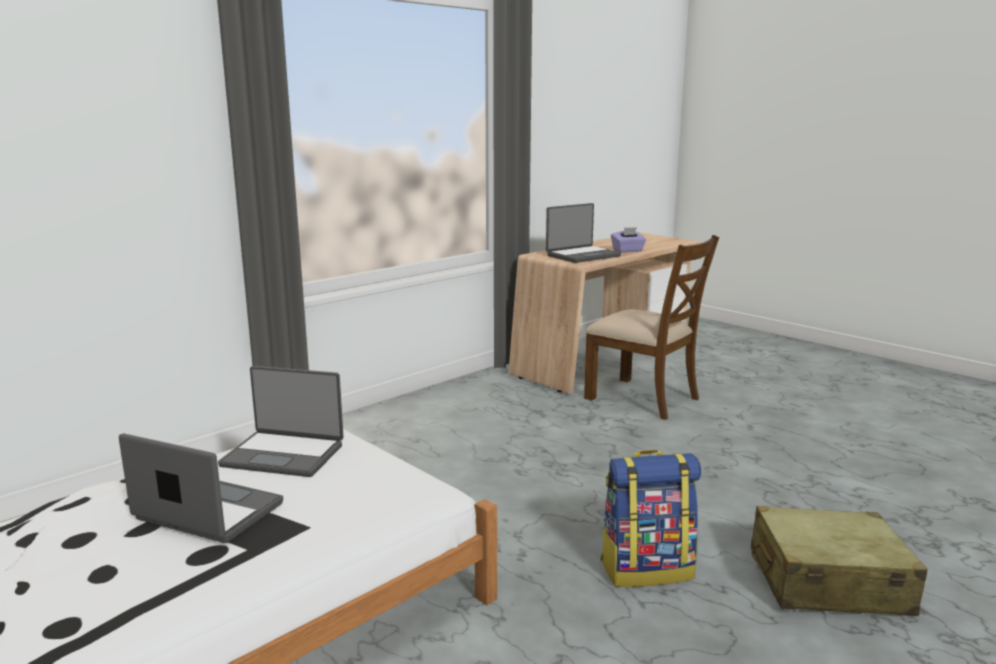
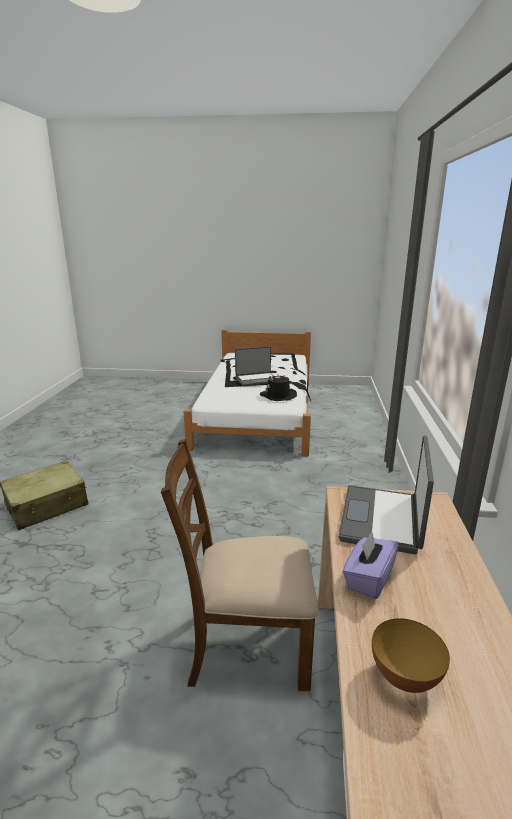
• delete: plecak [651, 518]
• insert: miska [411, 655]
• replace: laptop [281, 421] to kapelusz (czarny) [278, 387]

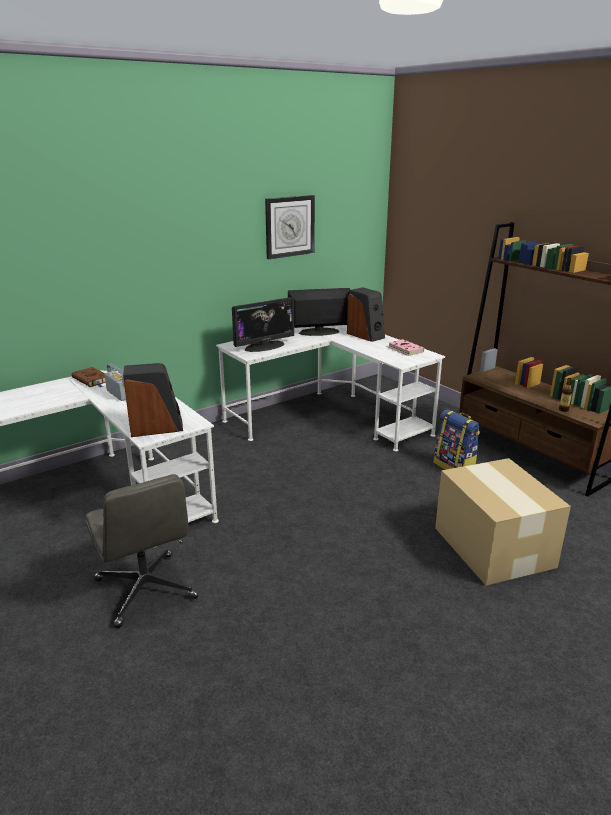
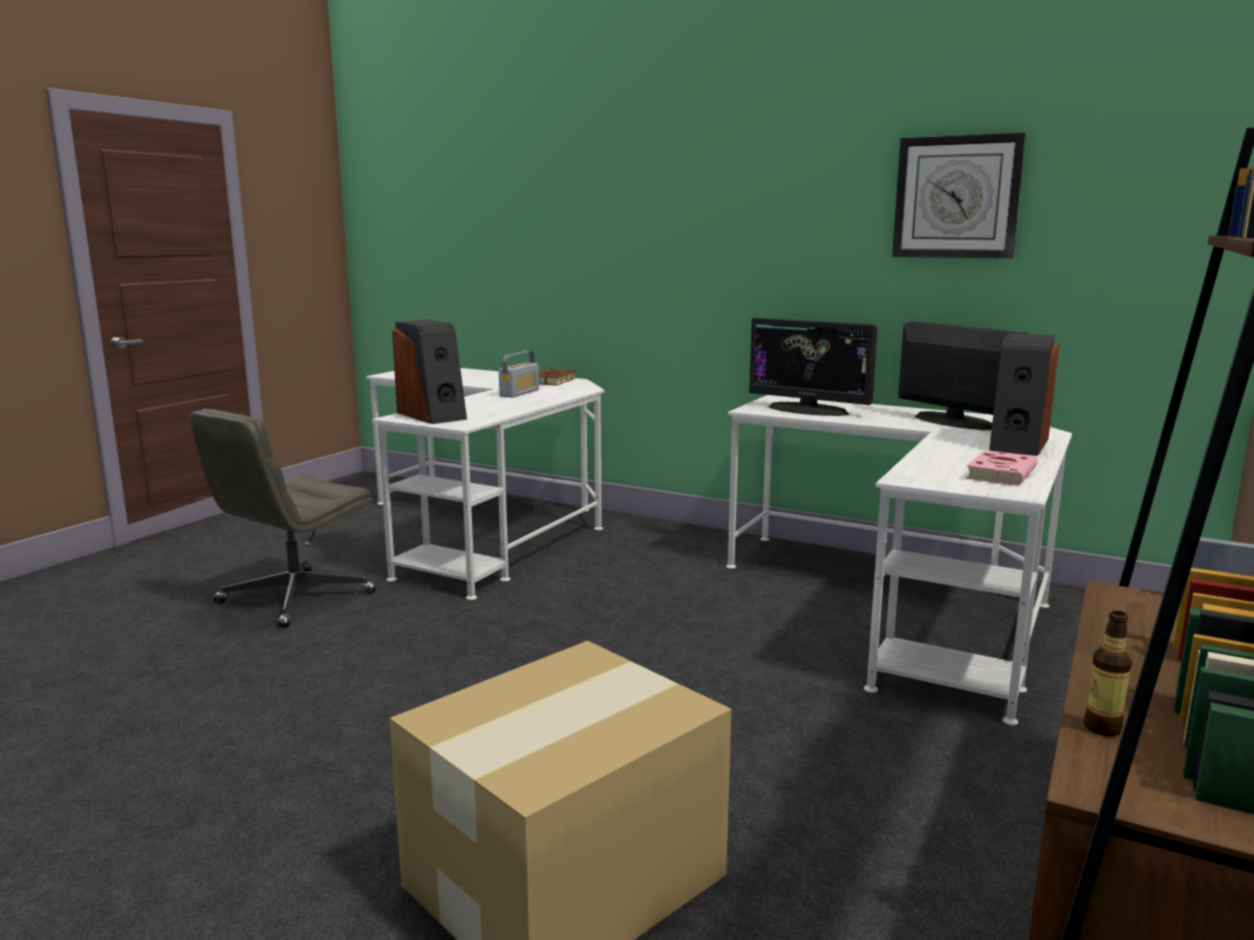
• delete: plecak [457, 440]

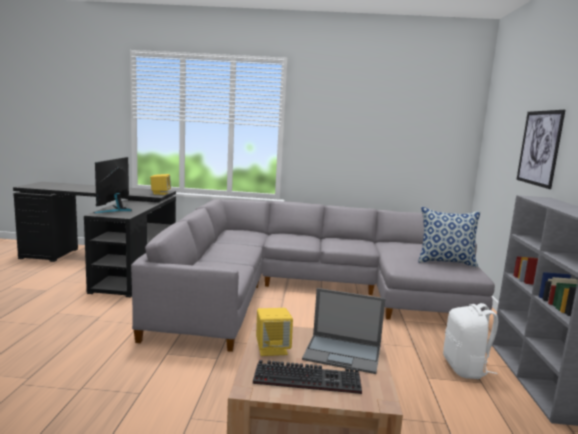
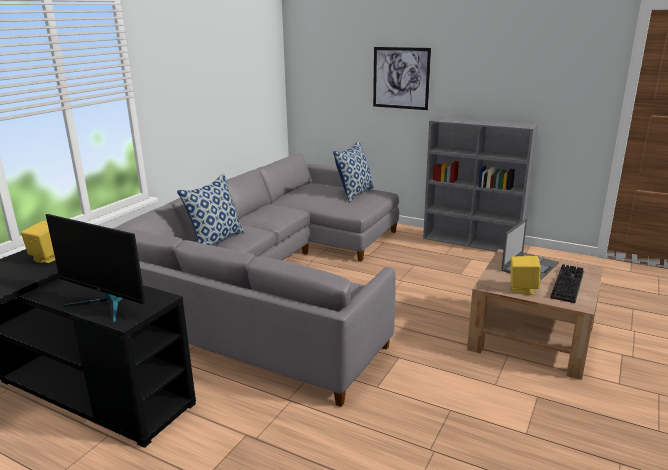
• delete: plecak (biały) [470, 341]
• insert: poduszka [211, 209]

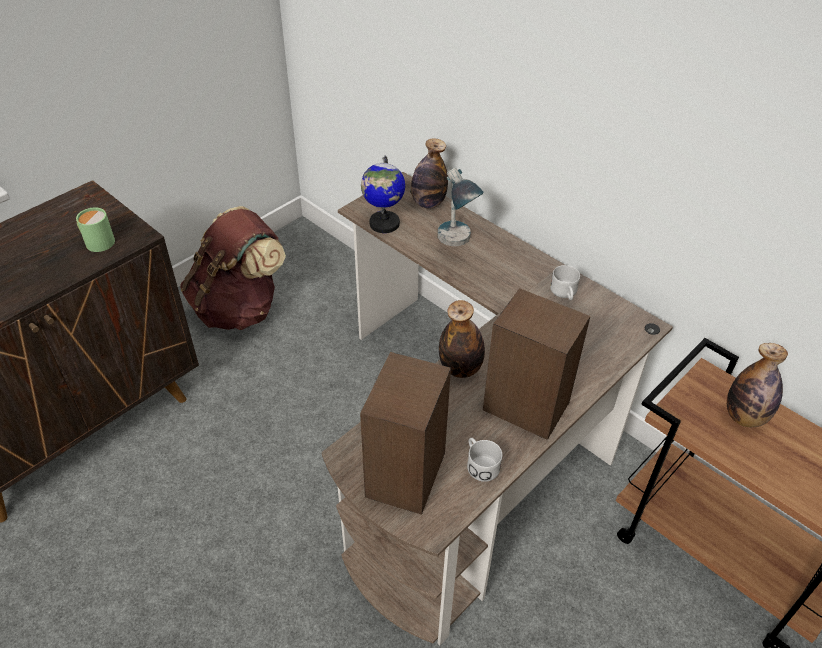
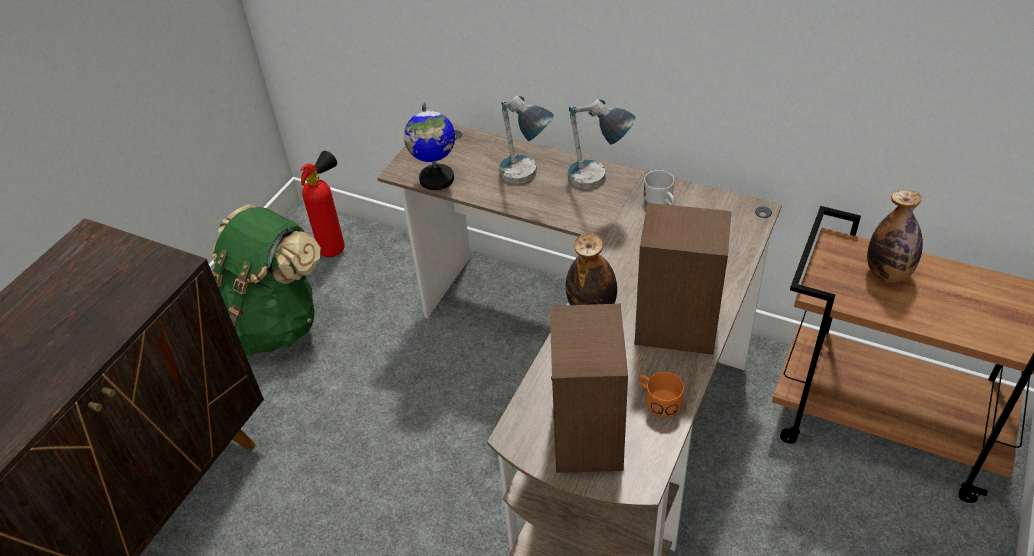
• delete: kubek (zielony) [95, 229]
• delete: butelka [429, 173]
• insert: gaśnica [322, 204]
• insert: lampa stołowa [602, 144]
• recolor: plecak (brązowy) [233, 268] to plecak (zielony) [266, 279]
• recolor: kubek (biały) [484, 460] to kubek (pomarańczowy) [661, 394]

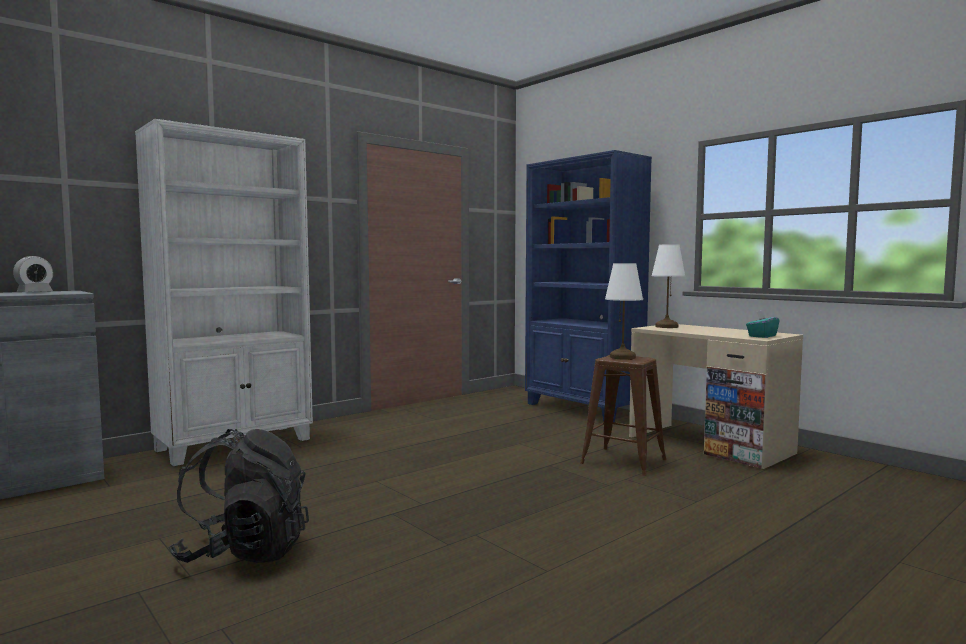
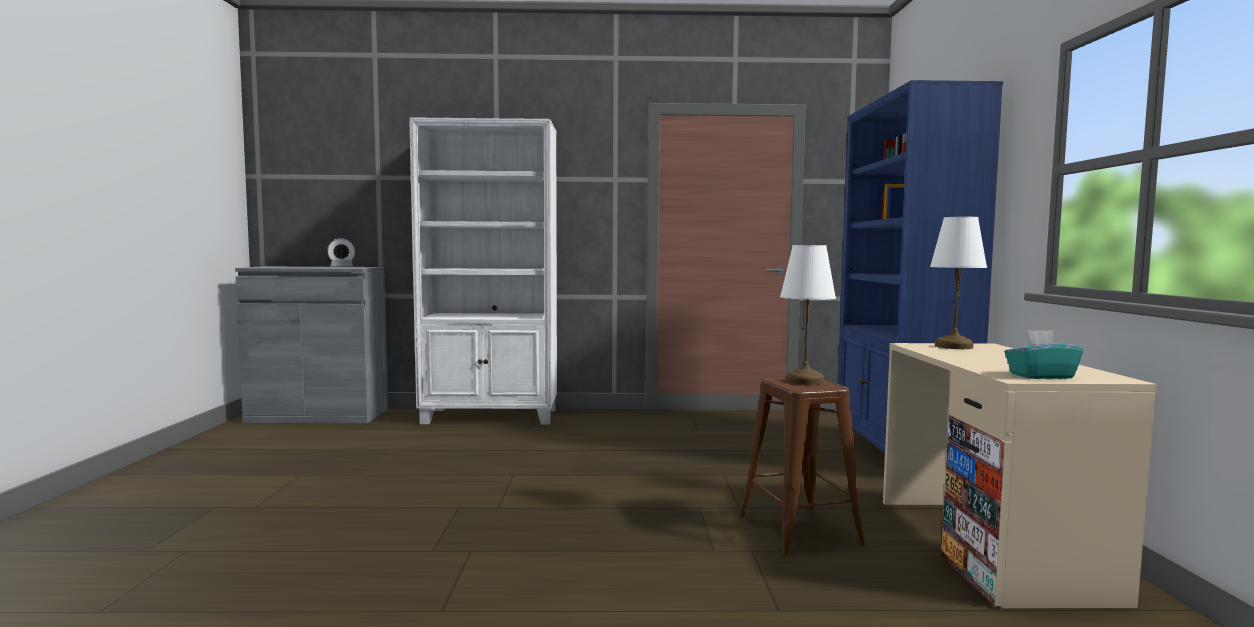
• delete: plecak (czarny) [238, 496]

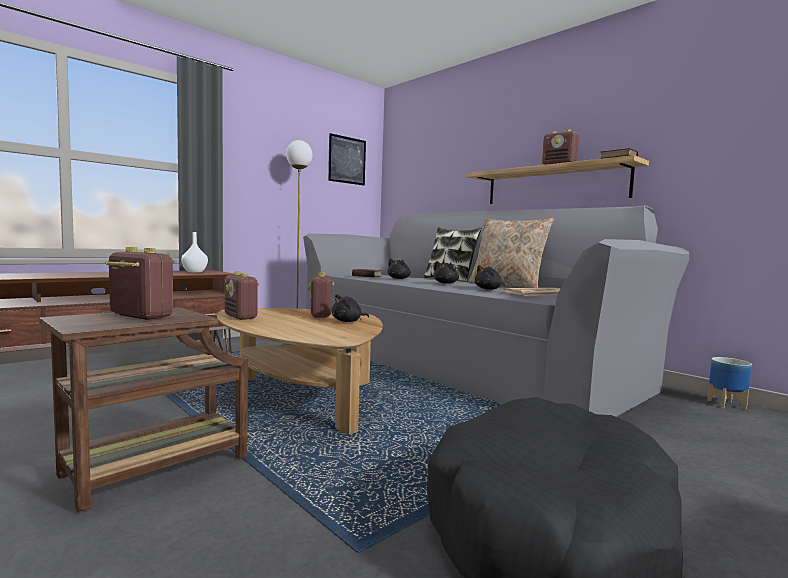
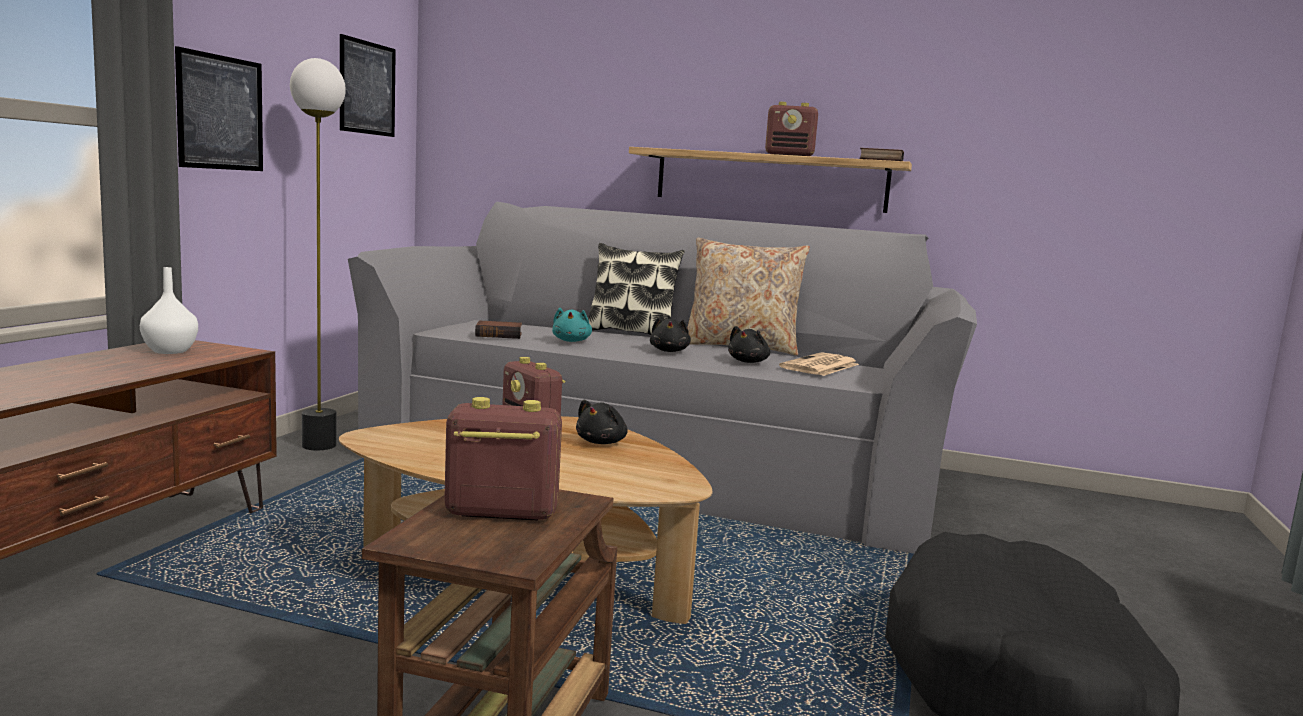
• delete: radio [242, 296]
• delete: donica [729, 383]
• insert: obraz [219, 108]
• recolor: pluszak (czarny) [399, 268] to pluszak (turkusowy) [572, 325]

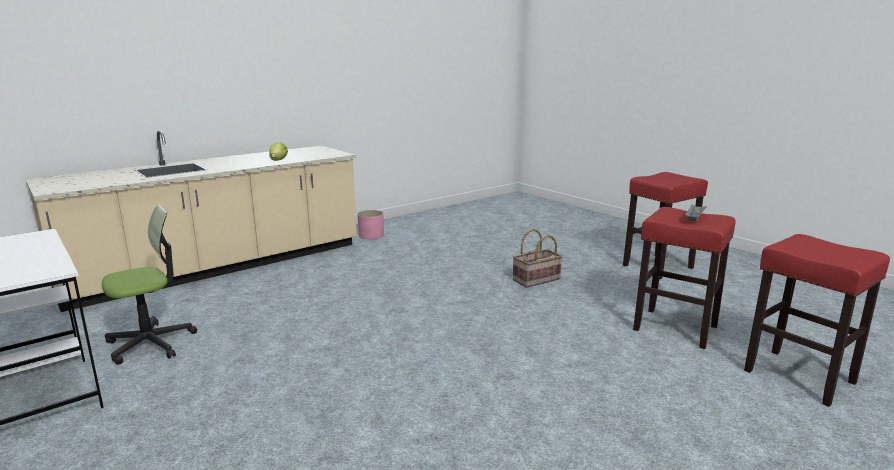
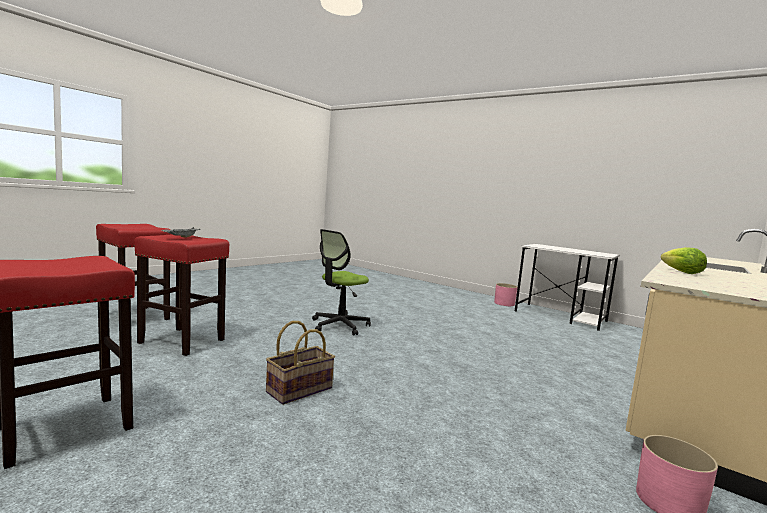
• insert: donica (różowy) [506, 294]
• move: krzesło biurowe [149, 285] to [341, 282]

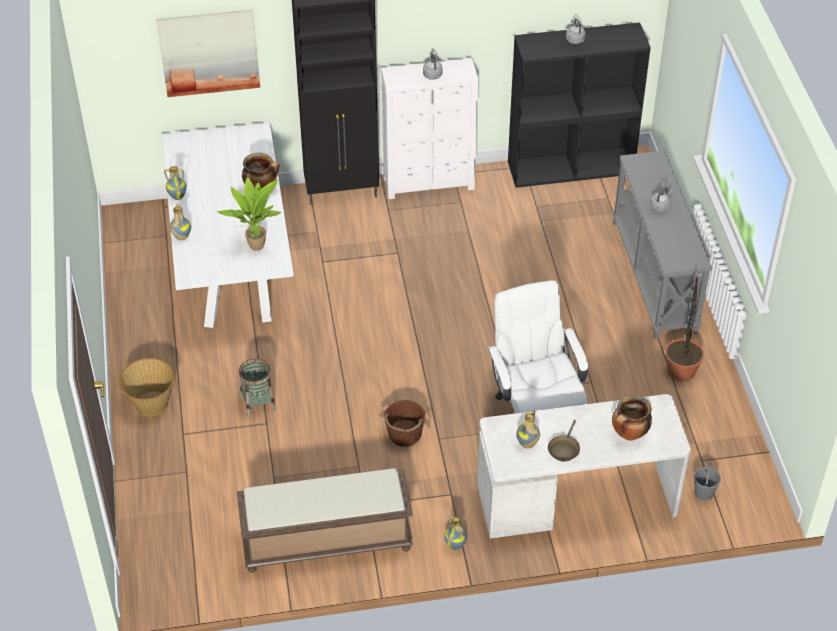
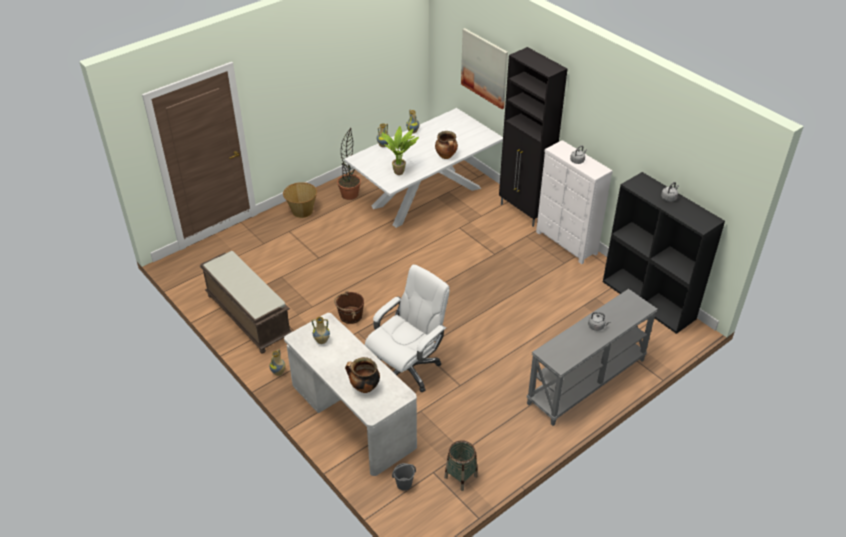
• delete: patelnia (brązowy) [564, 441]
• move: koszyk [257, 388] to [461, 465]
• move: roślina doniczkowa [684, 328] to [349, 164]

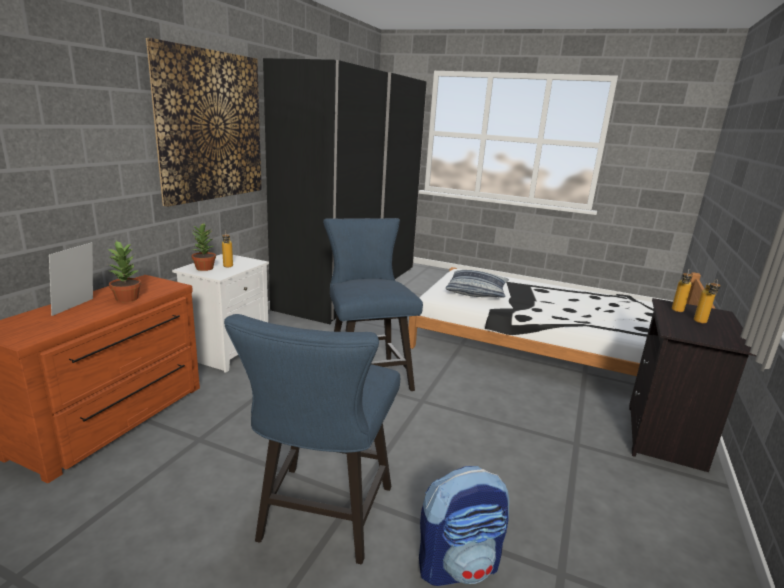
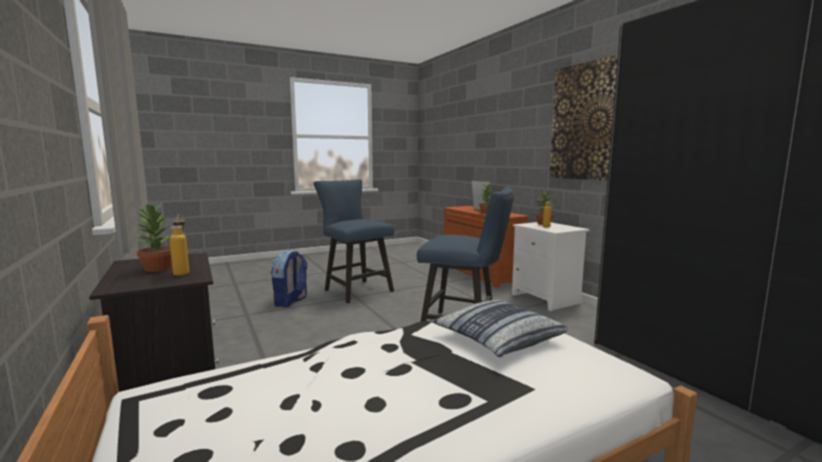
• replace: butelka [707, 301] to roślina doniczkowa [154, 237]

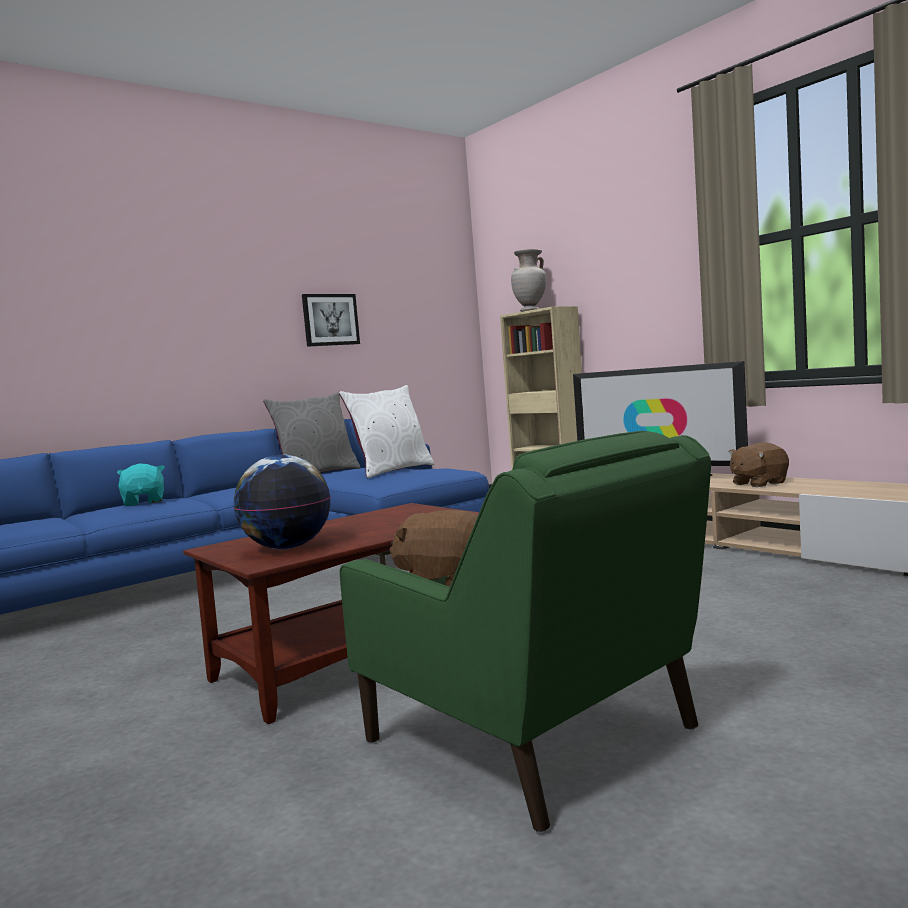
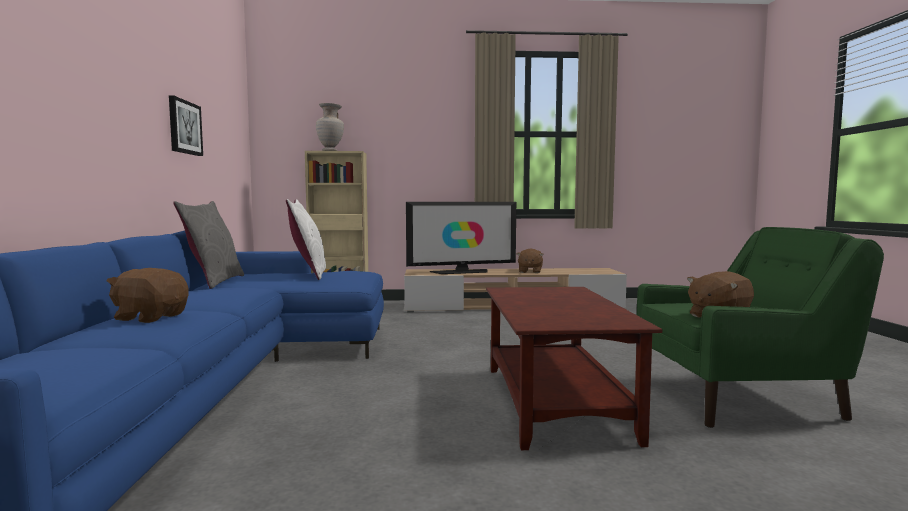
• delete: globus [282, 502]
• recolor: pluszak (turkusowy) [141, 485] to pluszak (brązowy) [148, 295]

